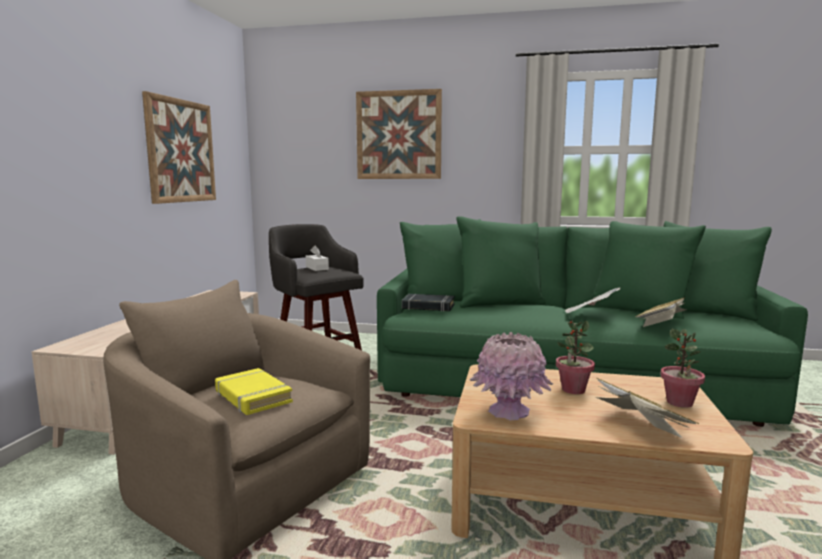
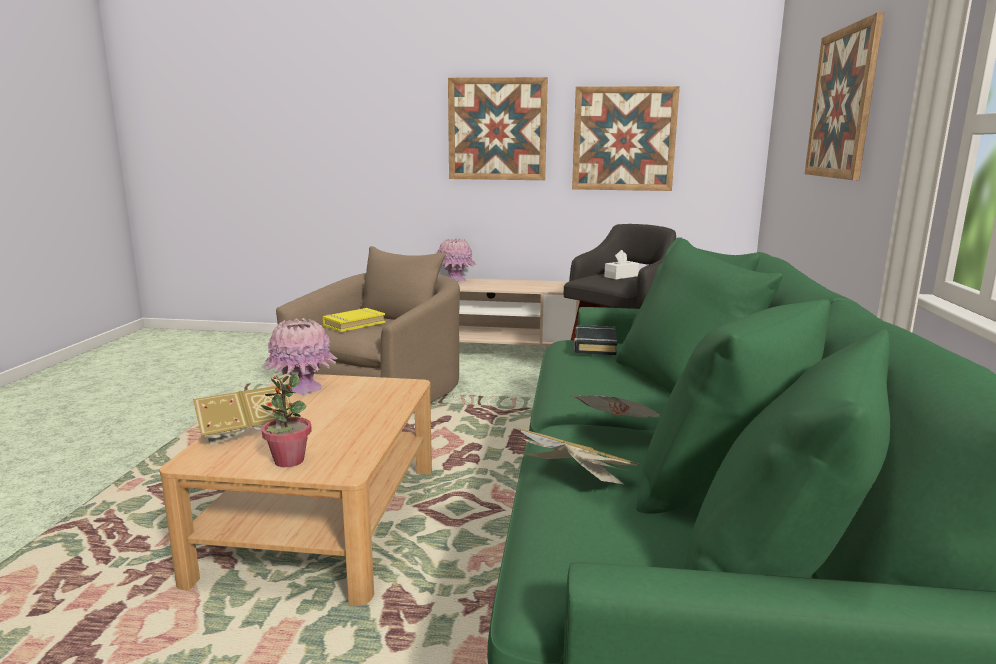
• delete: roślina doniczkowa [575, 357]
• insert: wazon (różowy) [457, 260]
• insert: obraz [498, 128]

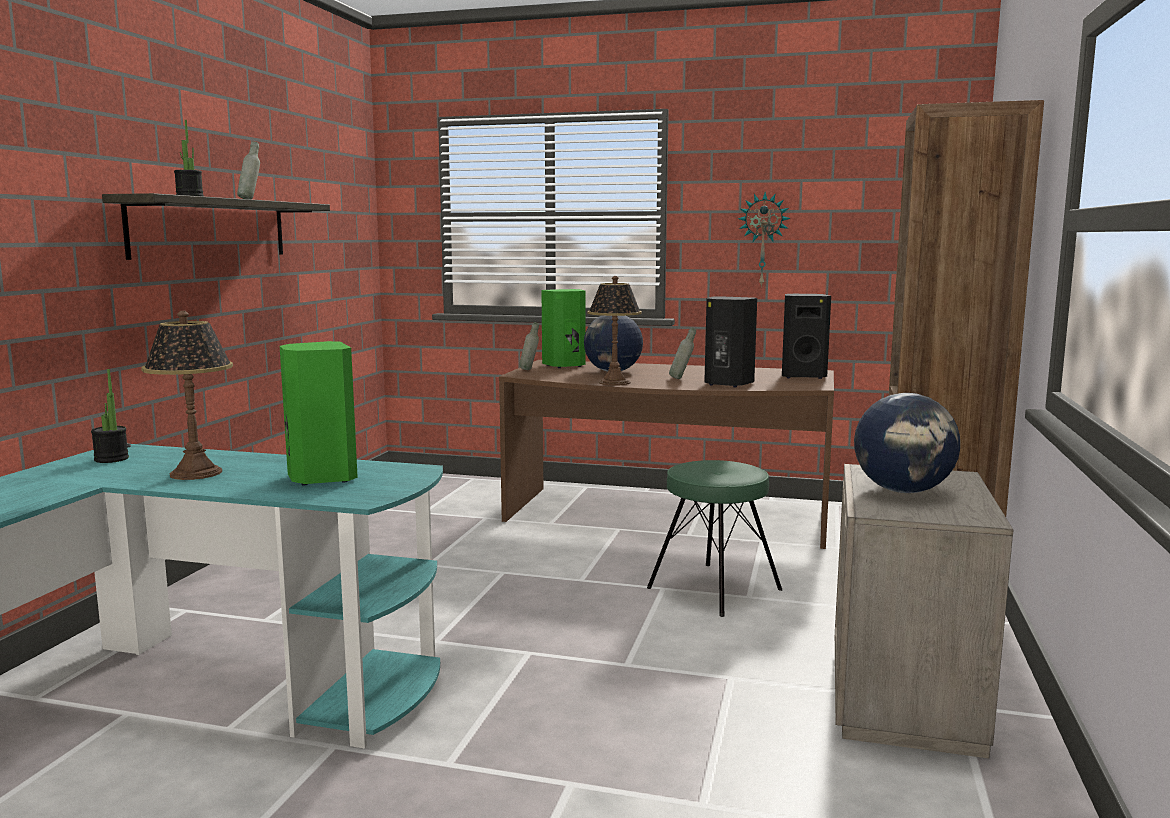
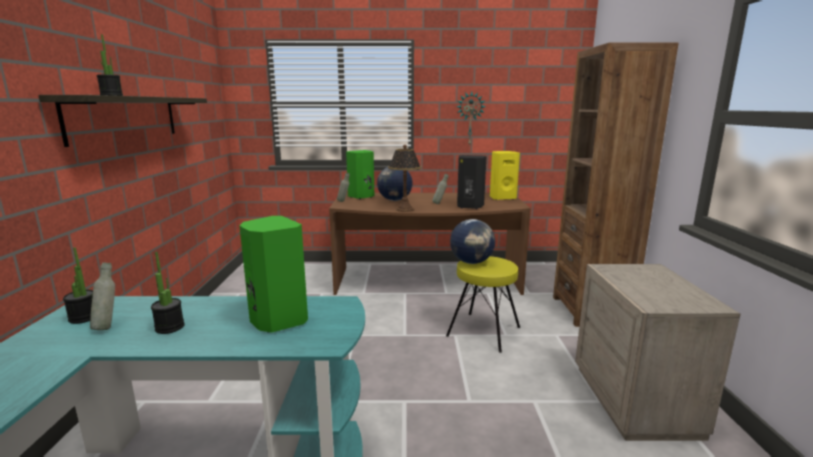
• move: butelka (szary) [248, 170] to [102, 296]
• move: globus [907, 443] to [472, 241]
• replace: lampa stołowa [187, 395] to roślina doniczkowa [168, 293]
• recolor: stołek (zielony) [714, 538] to stołek (żółty) [483, 304]
• recolor: głośnik (czarny) [806, 336] to głośnik (żółty) [505, 175]

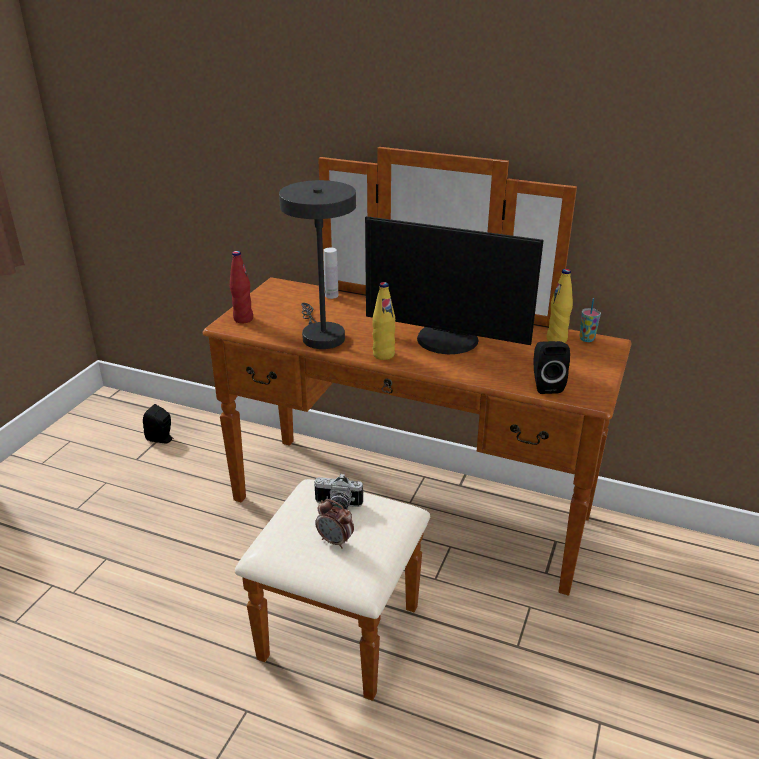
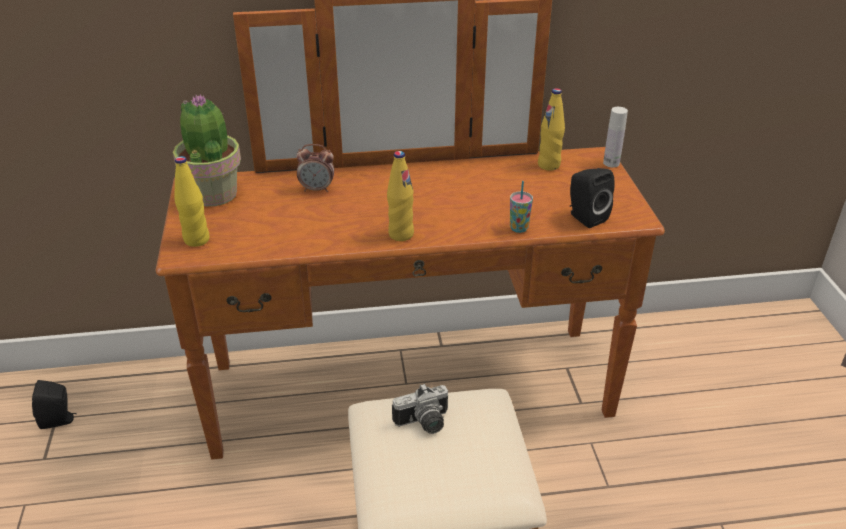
• delete: lampa stołowa (szary) [317, 264]
• delete: monitor [454, 285]
• insert: roślina doniczkowa [207, 150]
• move: budzik [334, 524] to [315, 168]
• move: butelka (biały) [330, 273] to [615, 137]
• move: filiżanka [590, 320] to [521, 207]
• recolor: butelka (czerwony) [241, 287] to butelka (żółty) [192, 201]

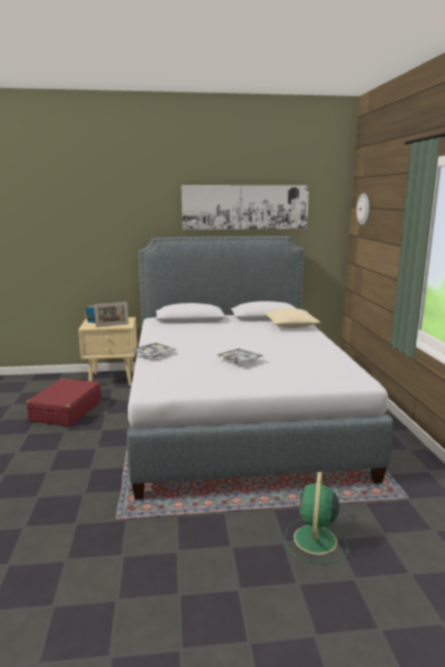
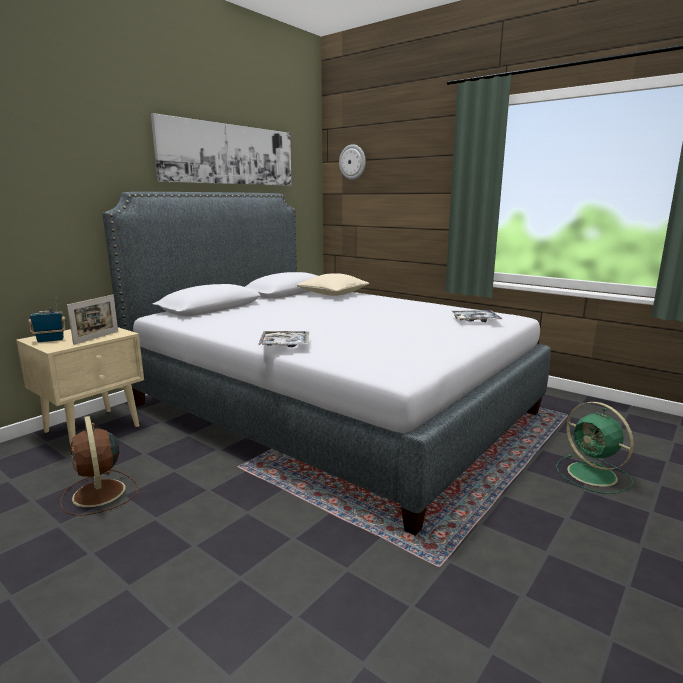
• move: taca [240, 356] to [477, 316]
• replace: walizka (czerwony) [63, 403] to wentylator (brązowy) [100, 466]

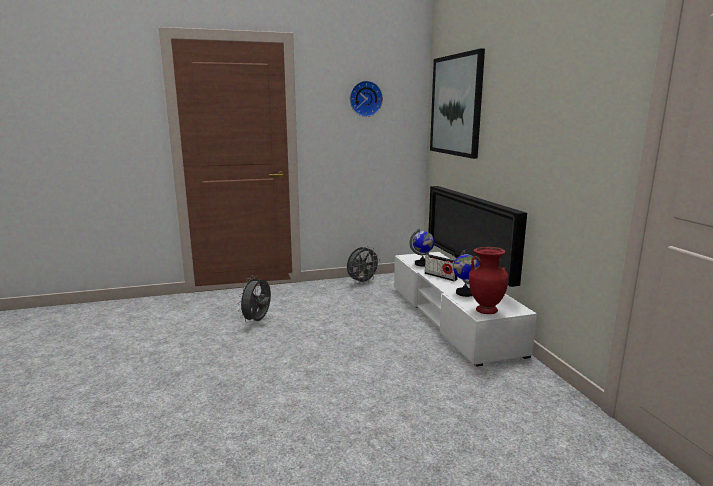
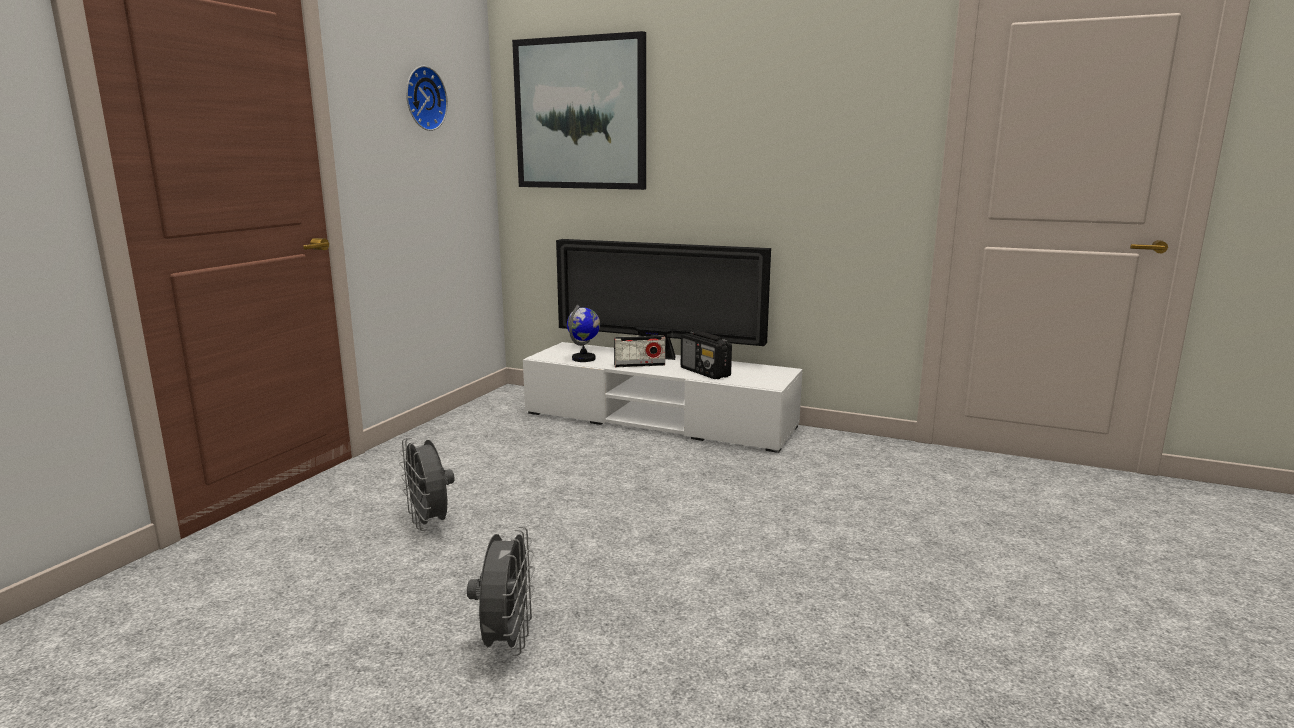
• delete: wazon (czerwony) [489, 280]
• move: wentylator (szary) [364, 265] to [501, 591]
• replace: globus [466, 273] to radio [706, 355]

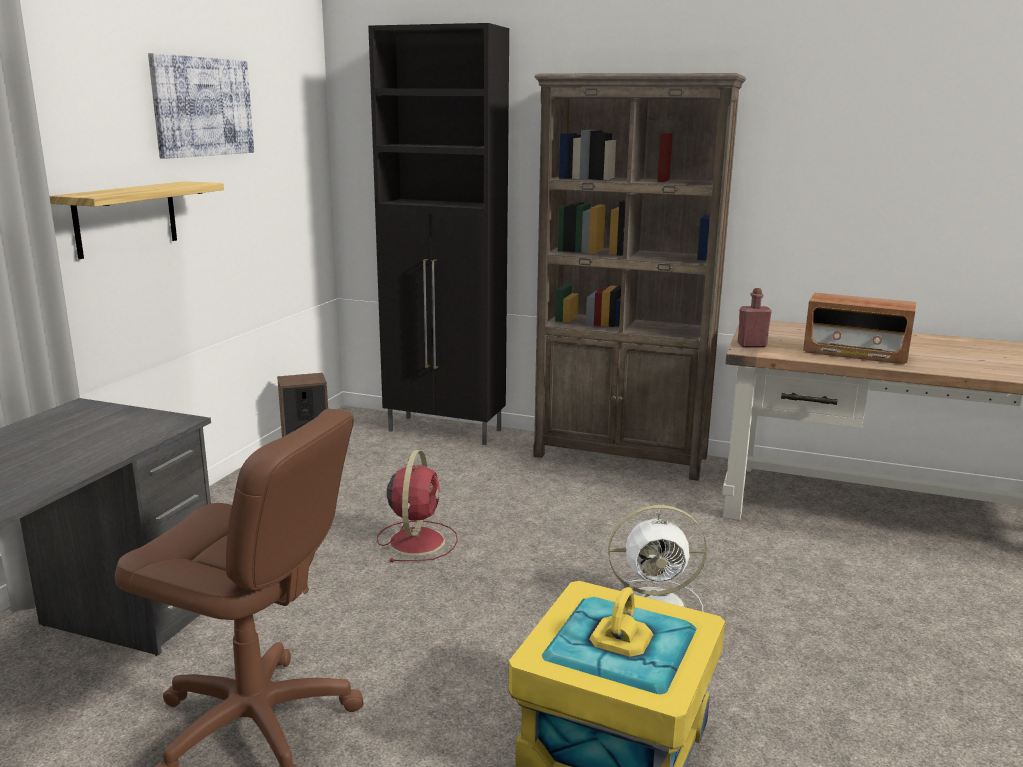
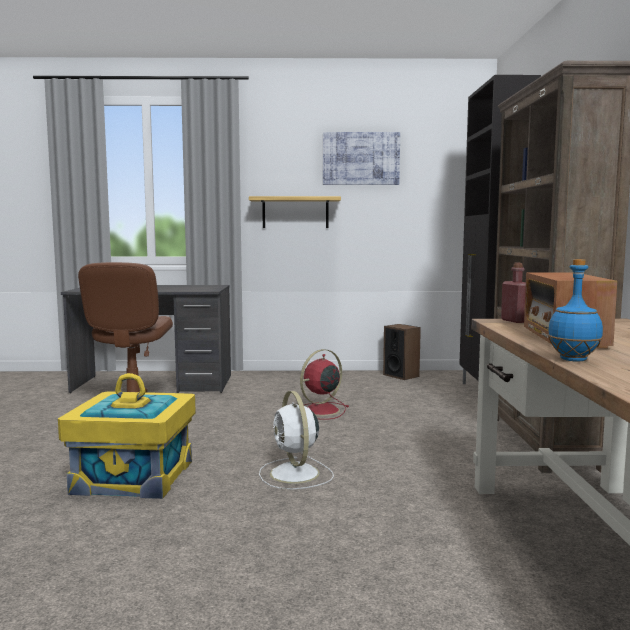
• insert: butelka (niebieski) [575, 310]
• rotate: wentylator (czerwony) [417, 506] = [324, 384] 150 degrees clockwise

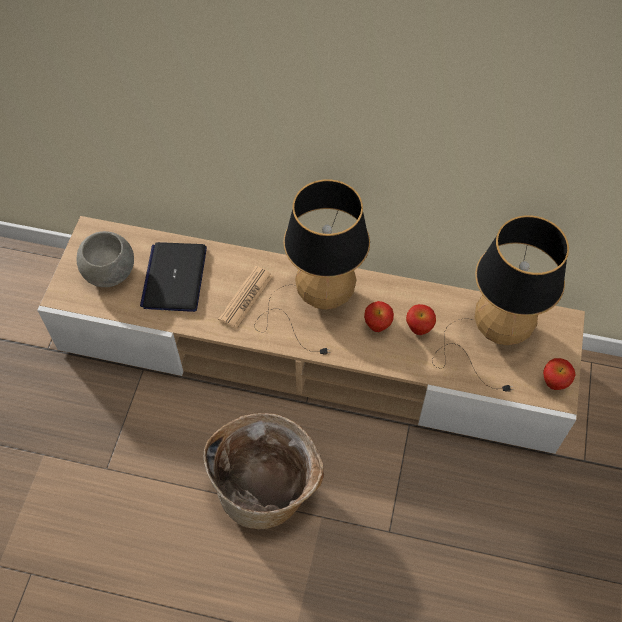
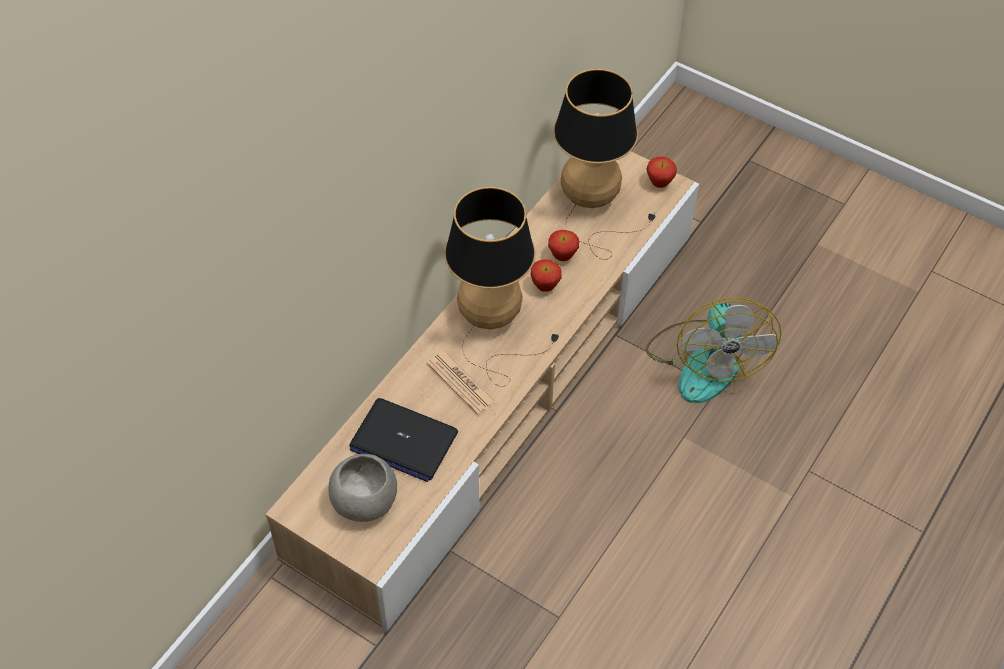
• delete: koszyk [263, 471]
• insert: wentylator [713, 350]

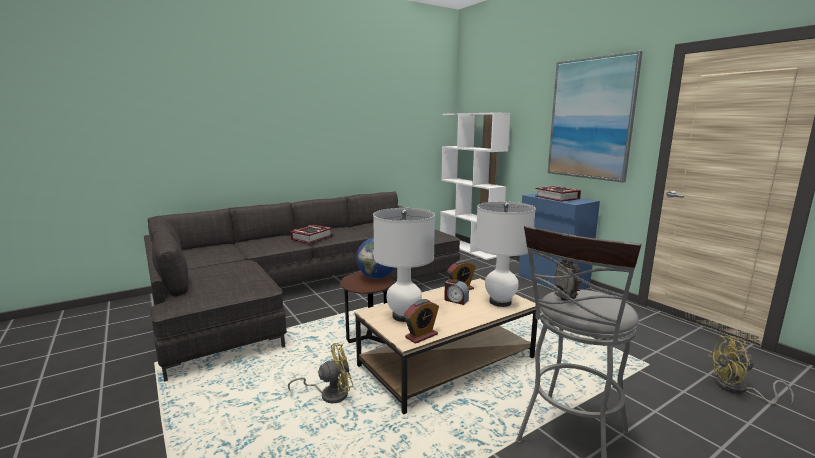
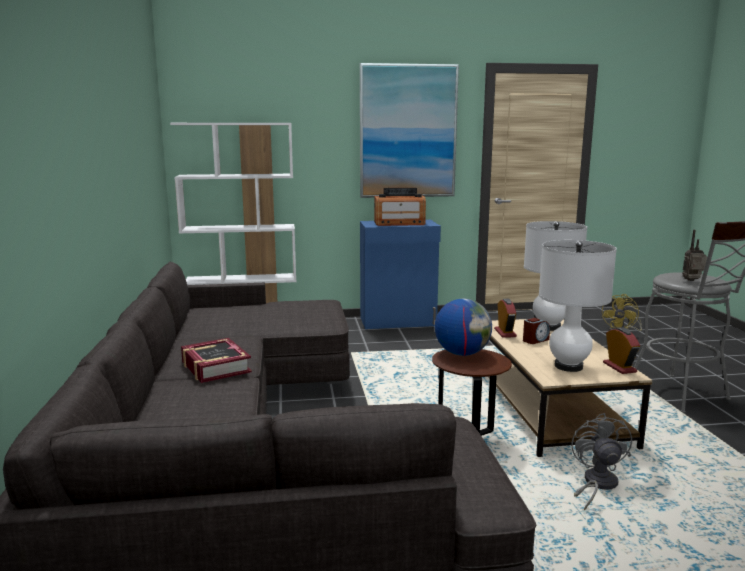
• replace: książka [558, 194] to radio [400, 207]
• recolor: wentylator (żółty) [320, 373] to wentylator (szary) [601, 461]

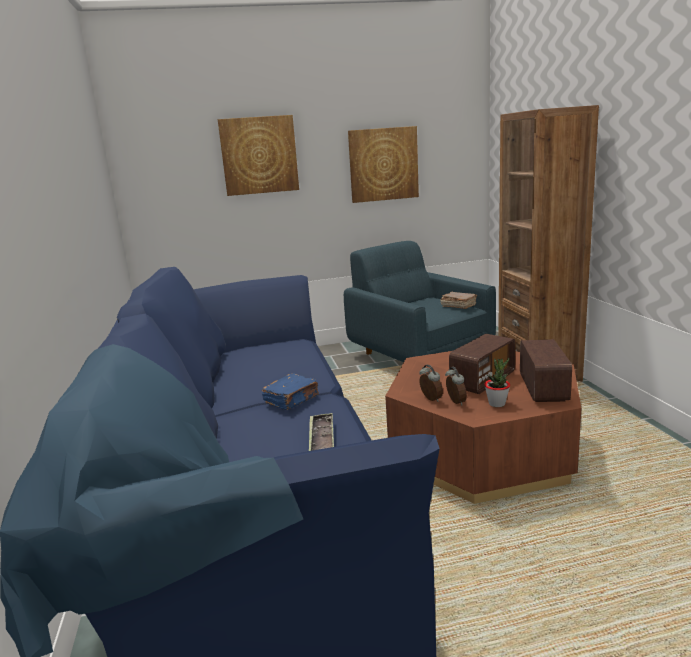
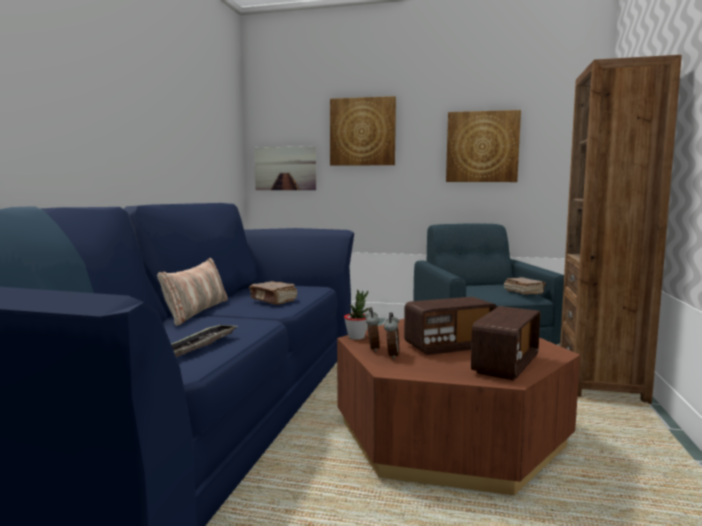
• delete: książka (niebieski) [290, 391]
• insert: poduszka [192, 292]
• insert: książka (brązowy) [273, 293]
• insert: obraz [285, 168]
• move: roślina doniczkowa [497, 382] to [356, 315]

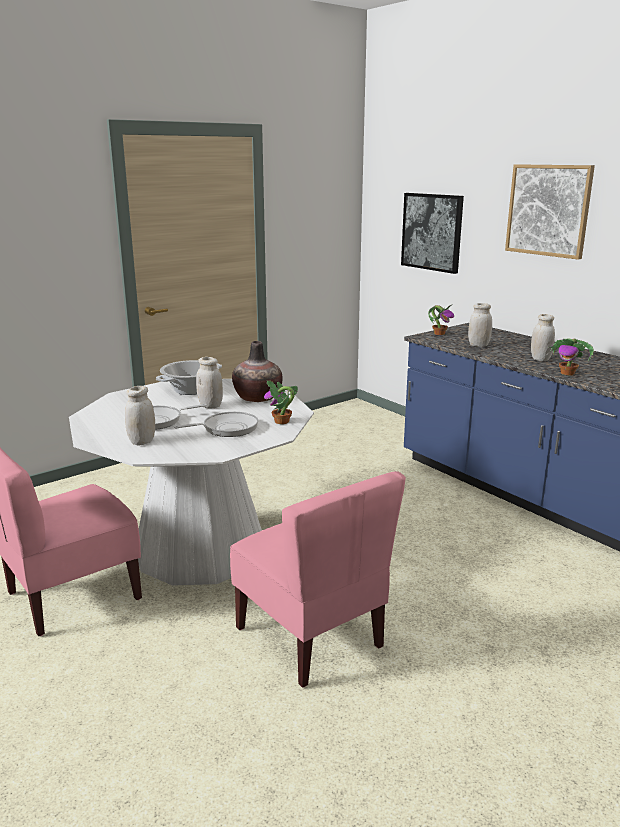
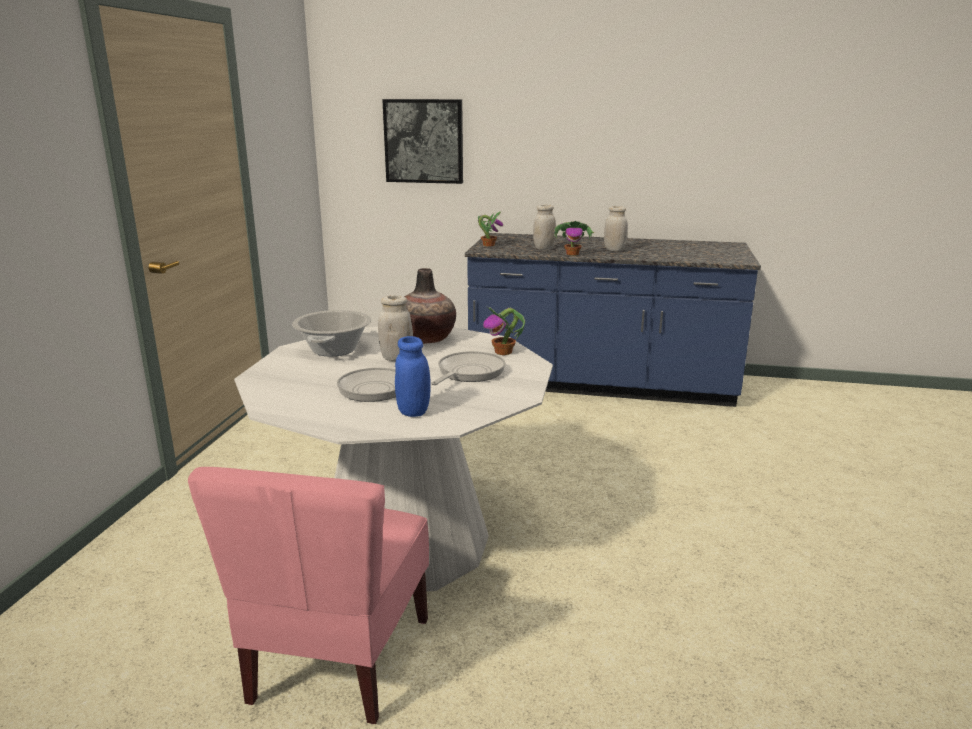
• delete: krzesło (różowy) [318, 579]
• delete: obraz [550, 212]
• move: roślina doniczkowa [571, 357] to [573, 238]
• recolor: słoik (biały) [140, 416] to słoik (niebieski) [413, 376]

